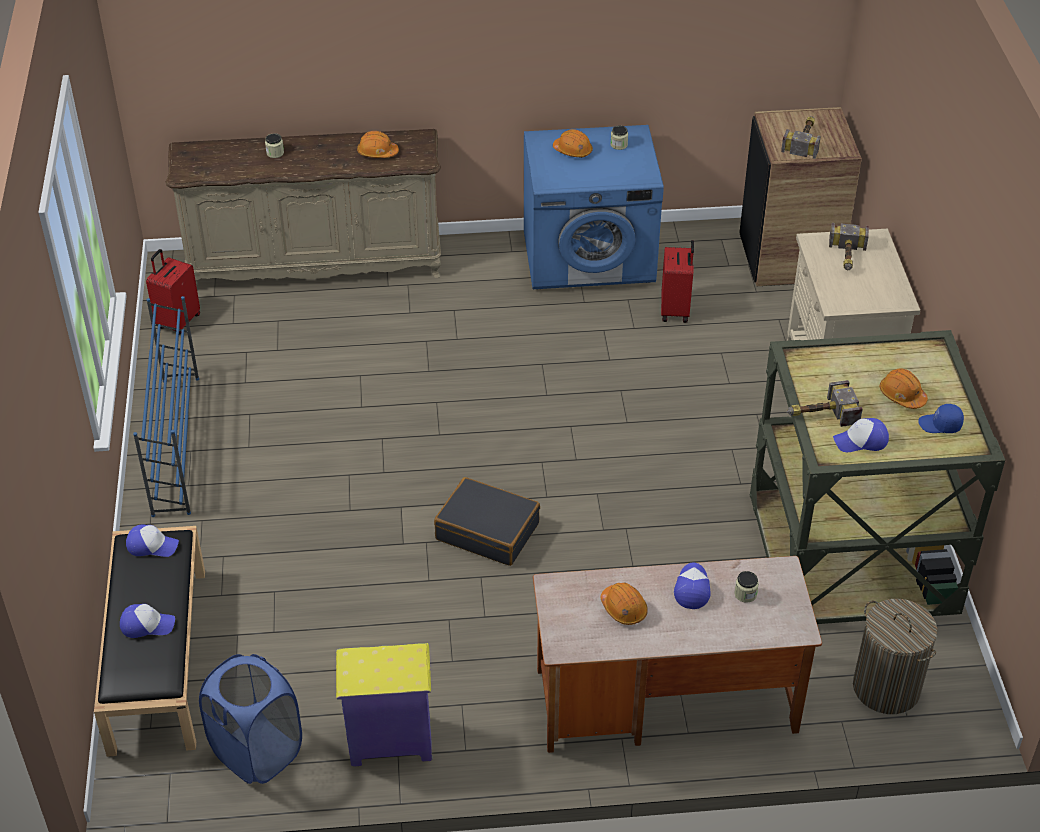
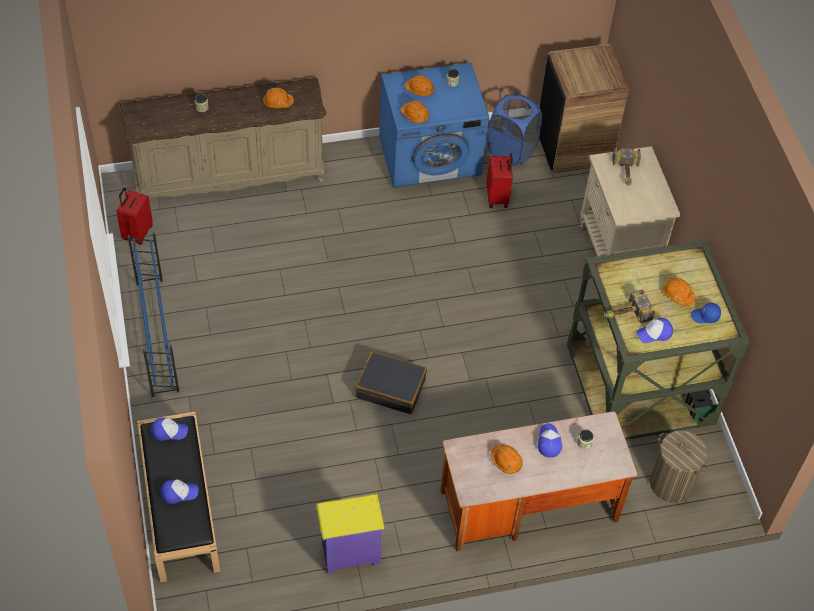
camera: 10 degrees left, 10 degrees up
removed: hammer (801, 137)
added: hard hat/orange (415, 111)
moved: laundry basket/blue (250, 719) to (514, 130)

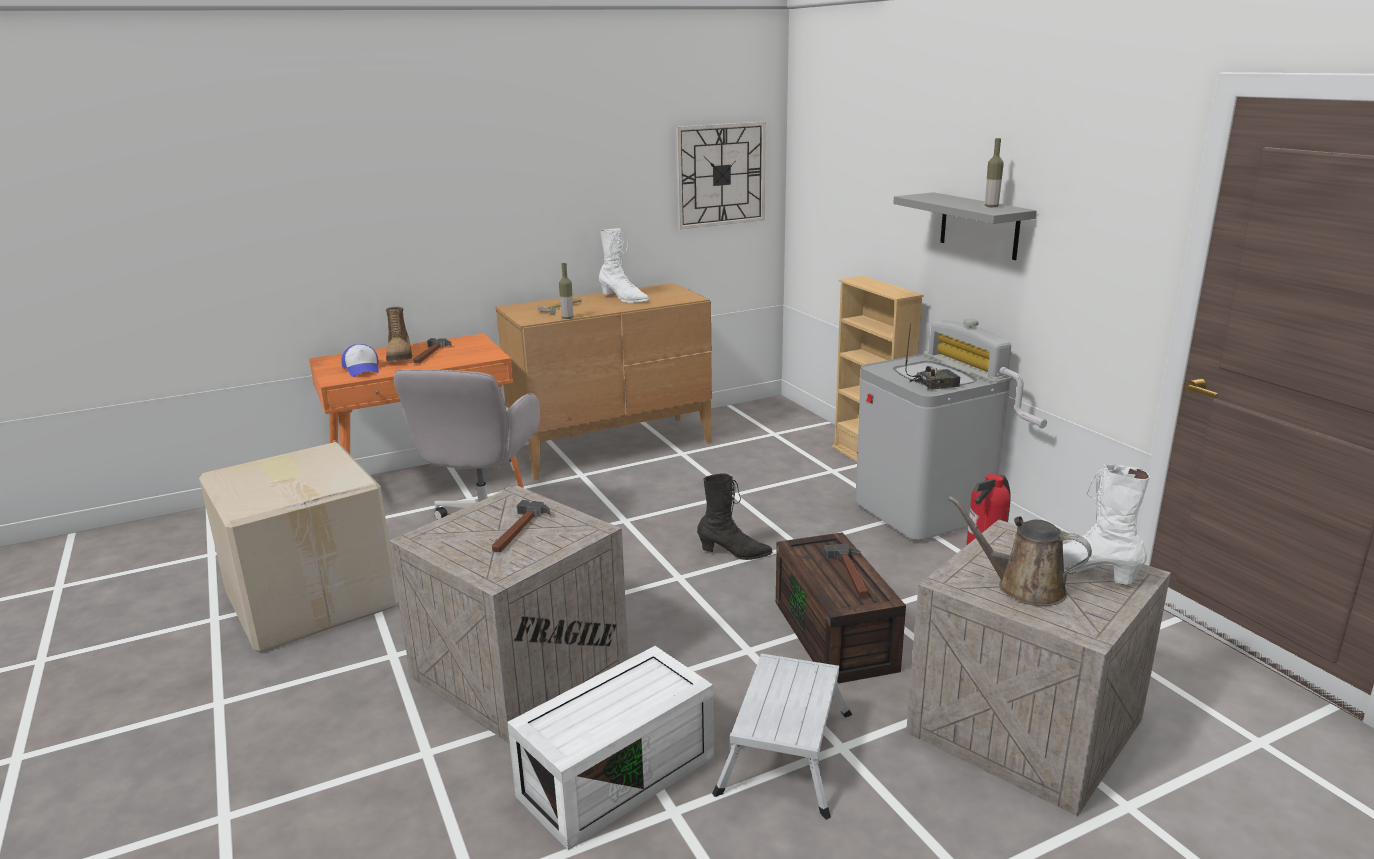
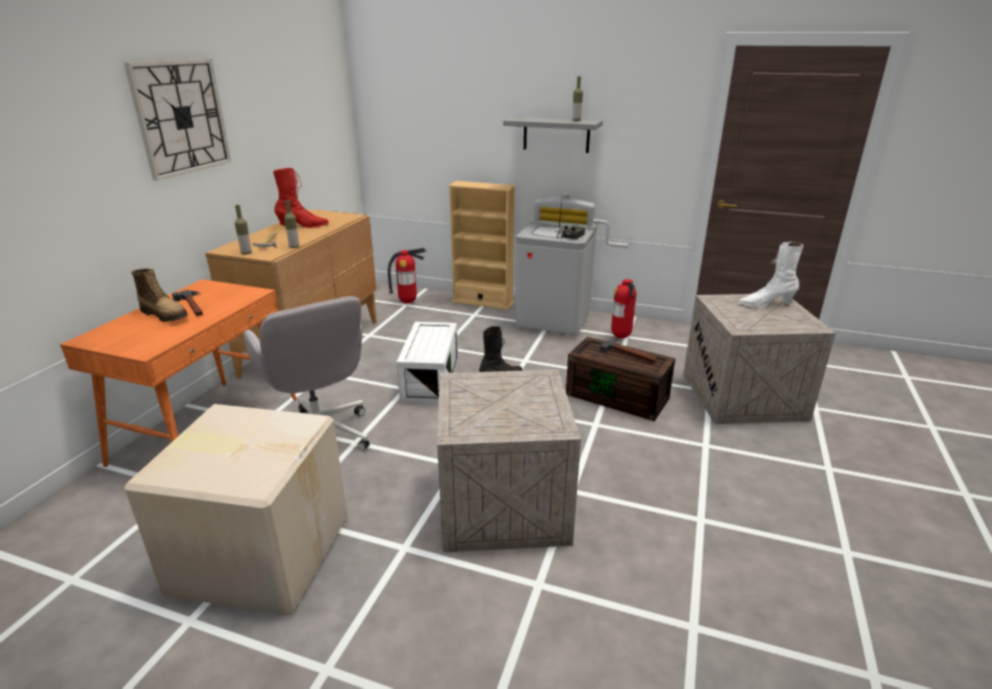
camera: 45 degrees left, 5 degrees up
removed: cap (360, 360); hammer (521, 526); step ladder/white (782, 736); watering can/brown (1020, 551)
added: bottle (243, 229); fire extinguisher (407, 276)
moved: storage box/white (610, 748) to (427, 363); wall clock (721, 175) to (177, 120)
recoloured: boot/white (624, 266) to boot/red (301, 198)

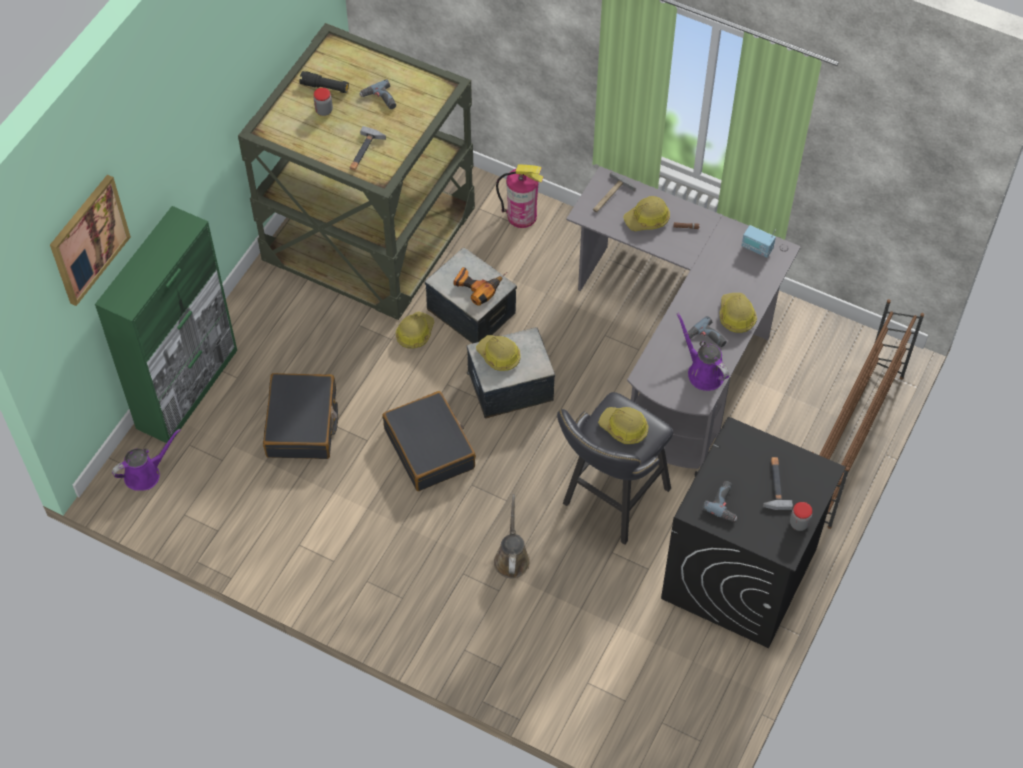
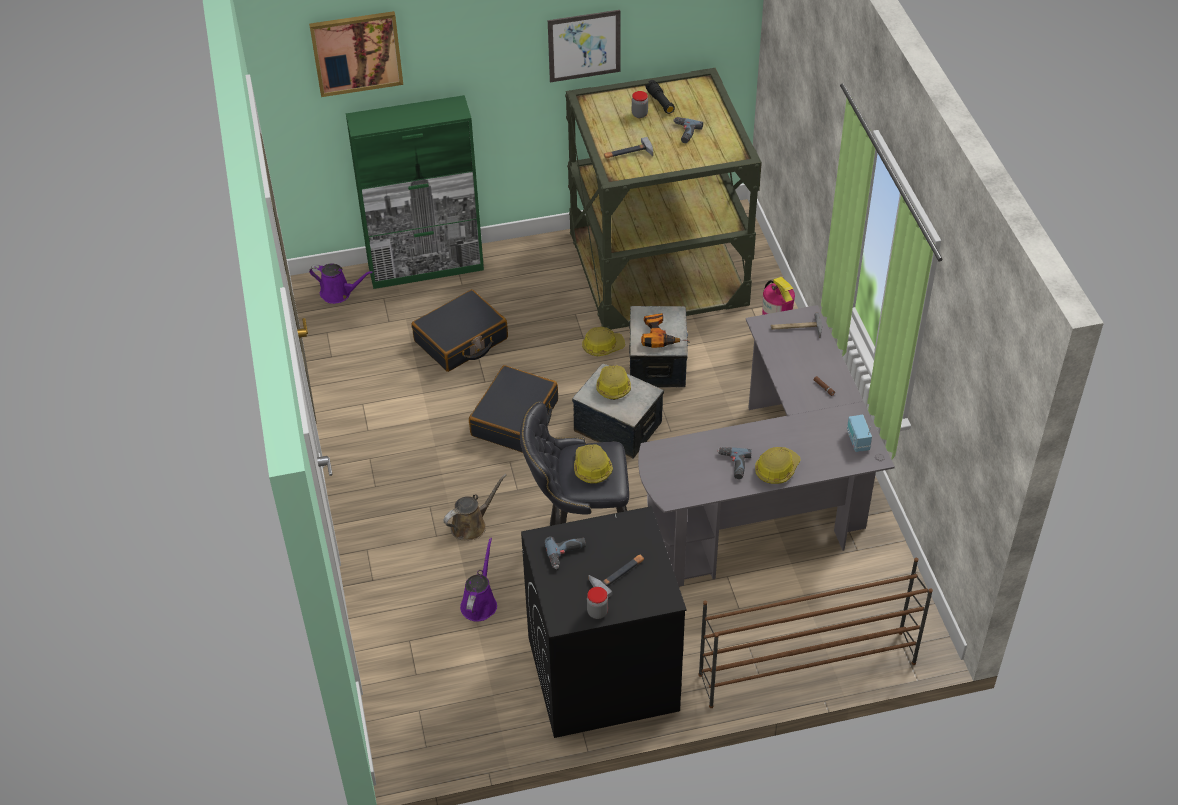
camera: 50 degrees right, 10 degrees down
removed: hard hat (646, 213)
added: picture (584, 46)
moved: watering can/purple (703, 351) to (478, 579)

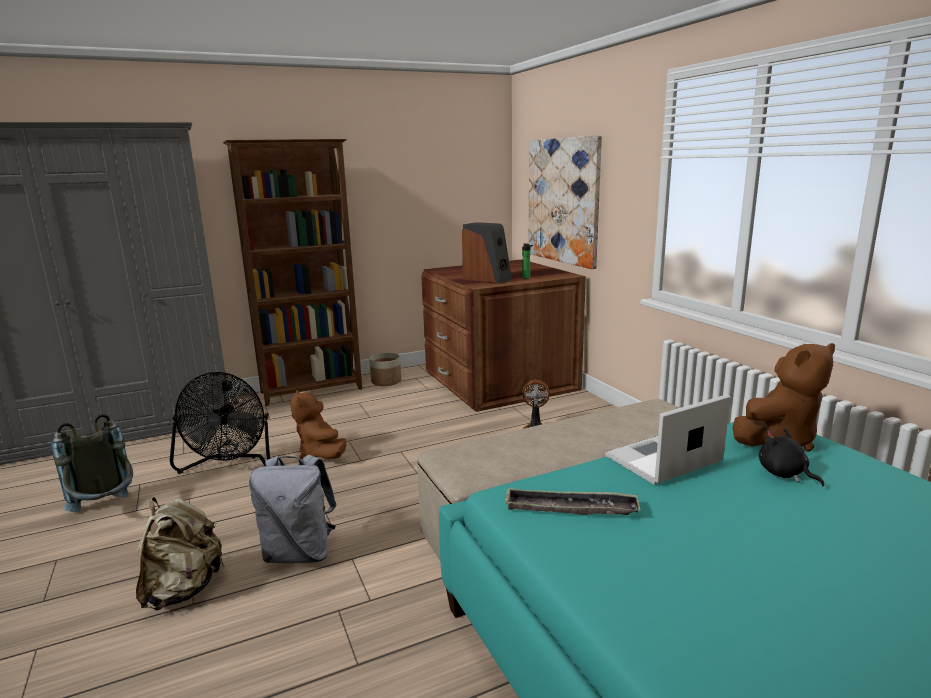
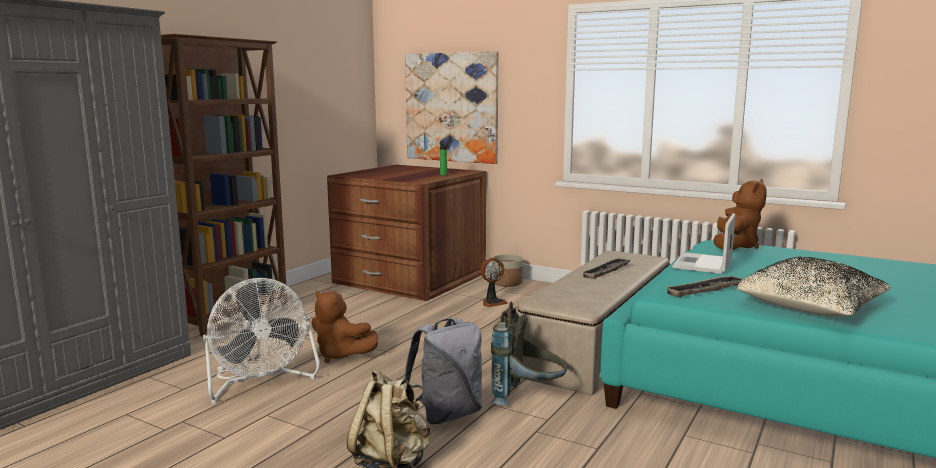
camera: 35 degrees left, 5 degrees down
removed: speaker (487, 253); plush toy/black (791, 457)
added: tray (606, 268); pillow/beige (814, 287)
moved: backpack/grey (92, 463) to (529, 354); planter (385, 369) to (508, 270)
recoloured: fan/black (220, 423) to fan/white (261, 341)

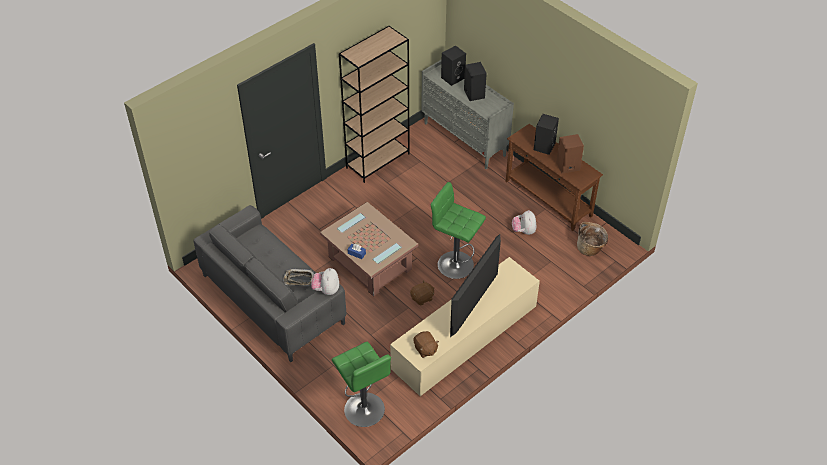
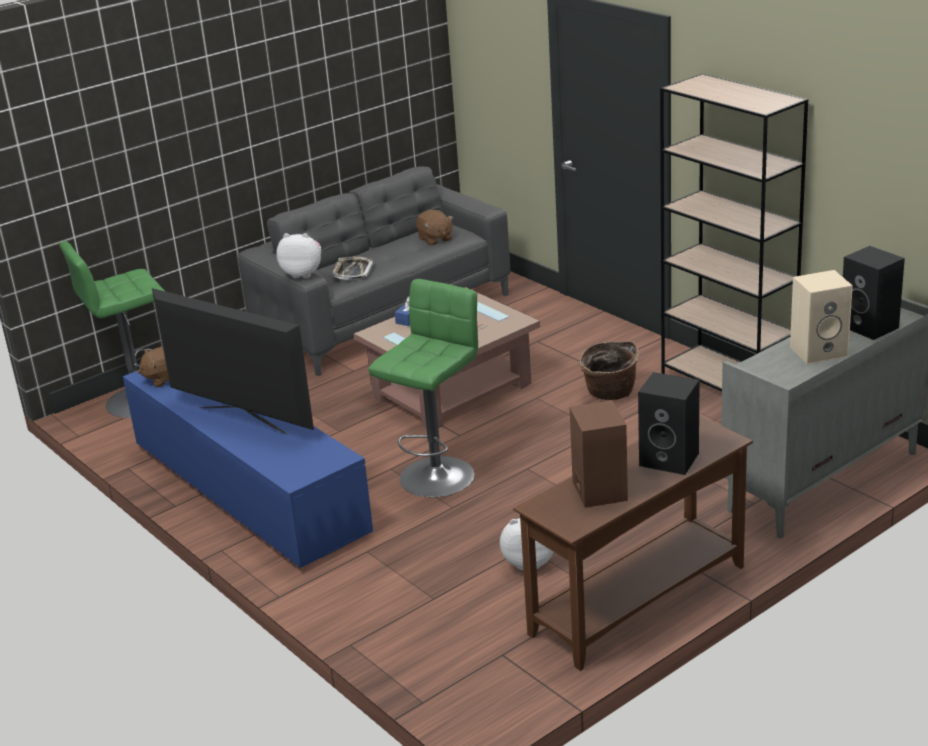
camera: 95 degrees right, 20 degrees down
moved: plush toy/brown (422, 293) to (434, 228); basket (592, 239) to (609, 370)
recoloured: tv stand/beige (465, 326) to tv stand/blue (248, 469); speaker/black (475, 81) to speaker/beige (821, 317)

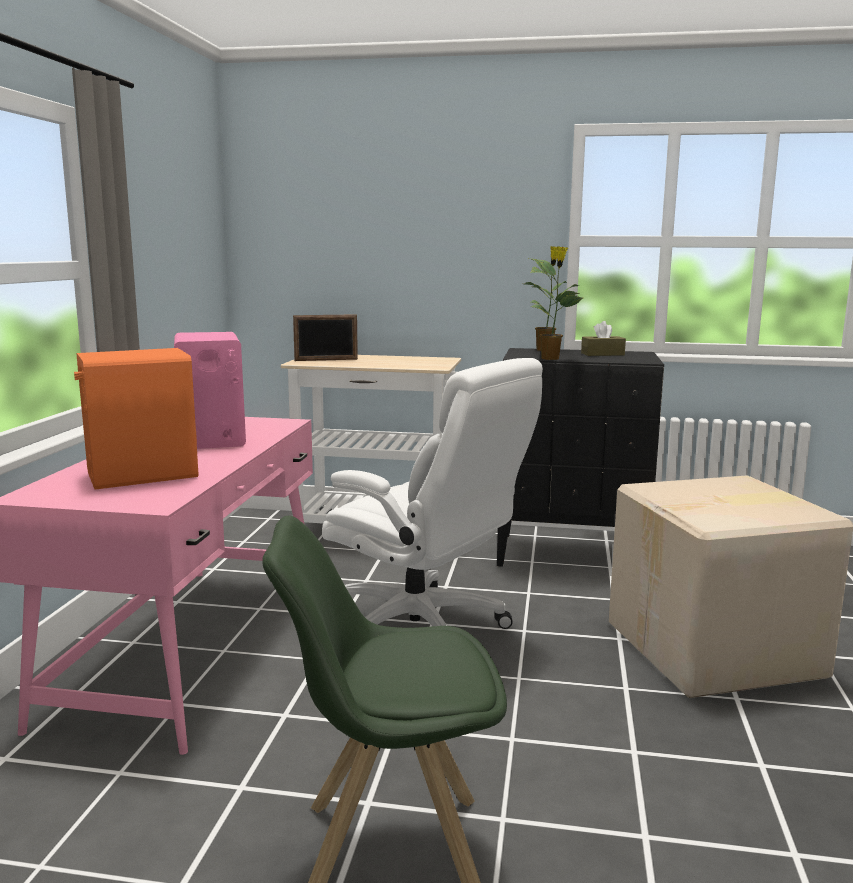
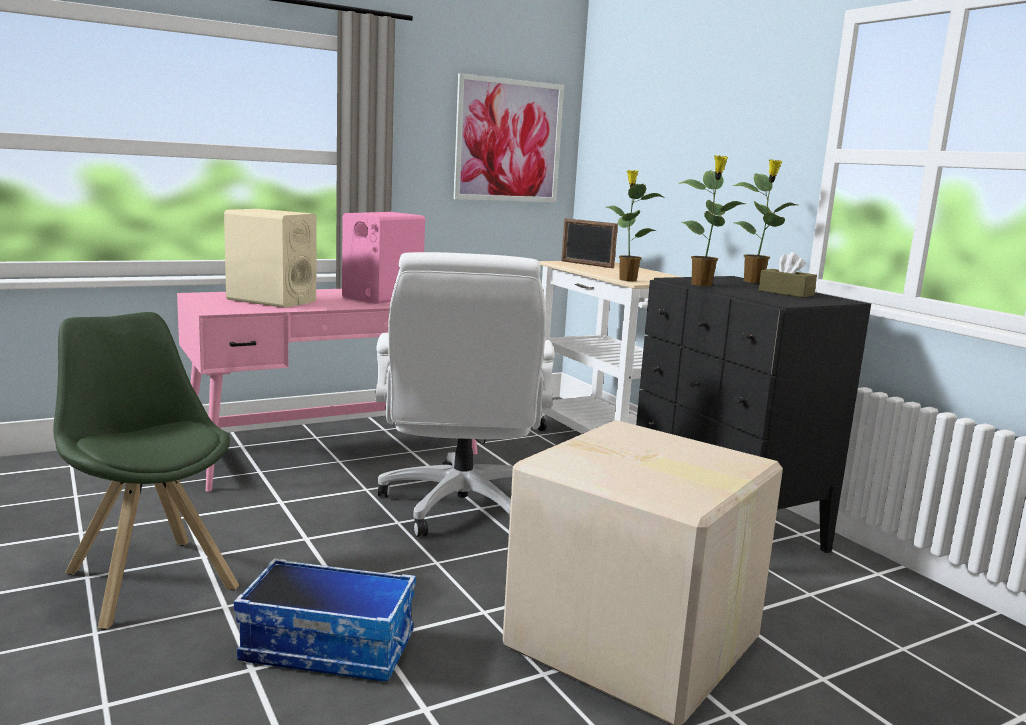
camera: 50 degrees right, 0 degrees up
added: storage box (325, 619); picture (508, 137); potted plant (636, 225)
recoloured: speaker/orange (136, 419) to speaker/beige (270, 258)

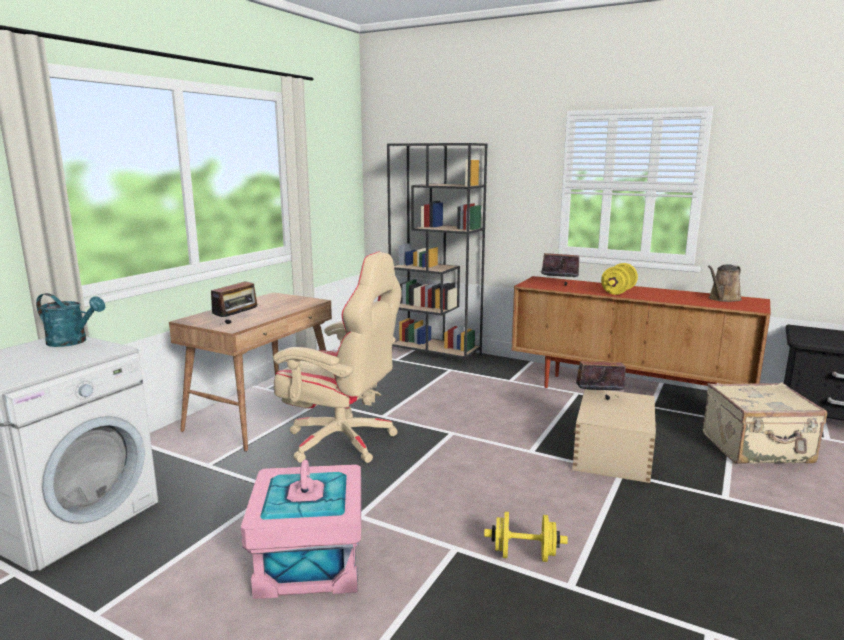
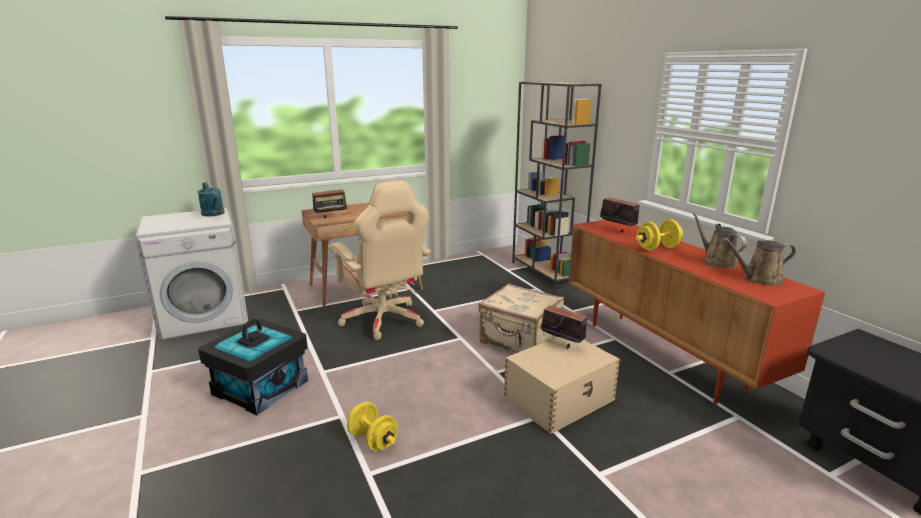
camera: 35 degrees right, 5 degrees up
added: watering can/brown (719, 240)
moved: suitcase/beige (765, 423) to (521, 318)
recoloured: storage box/pink (301, 529) to storage box/black (253, 367)

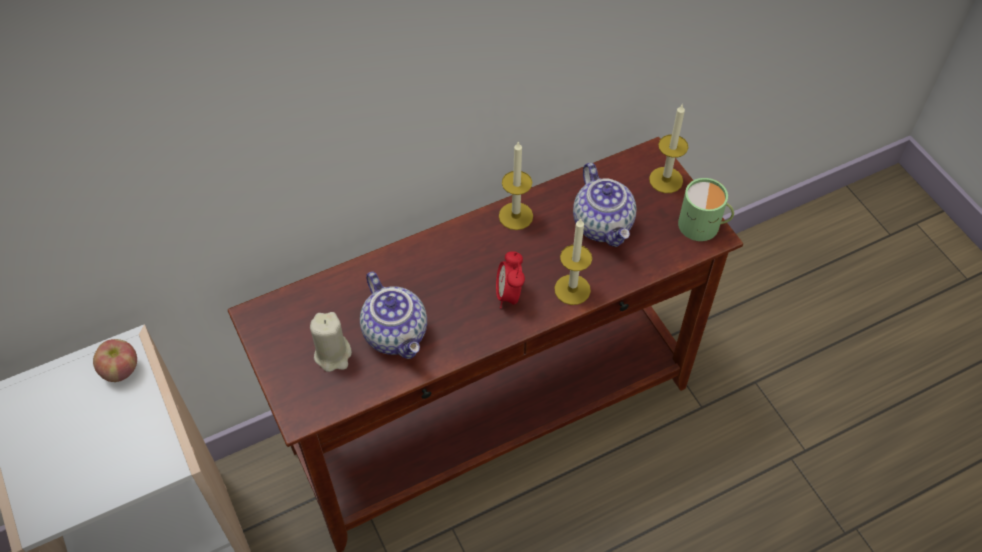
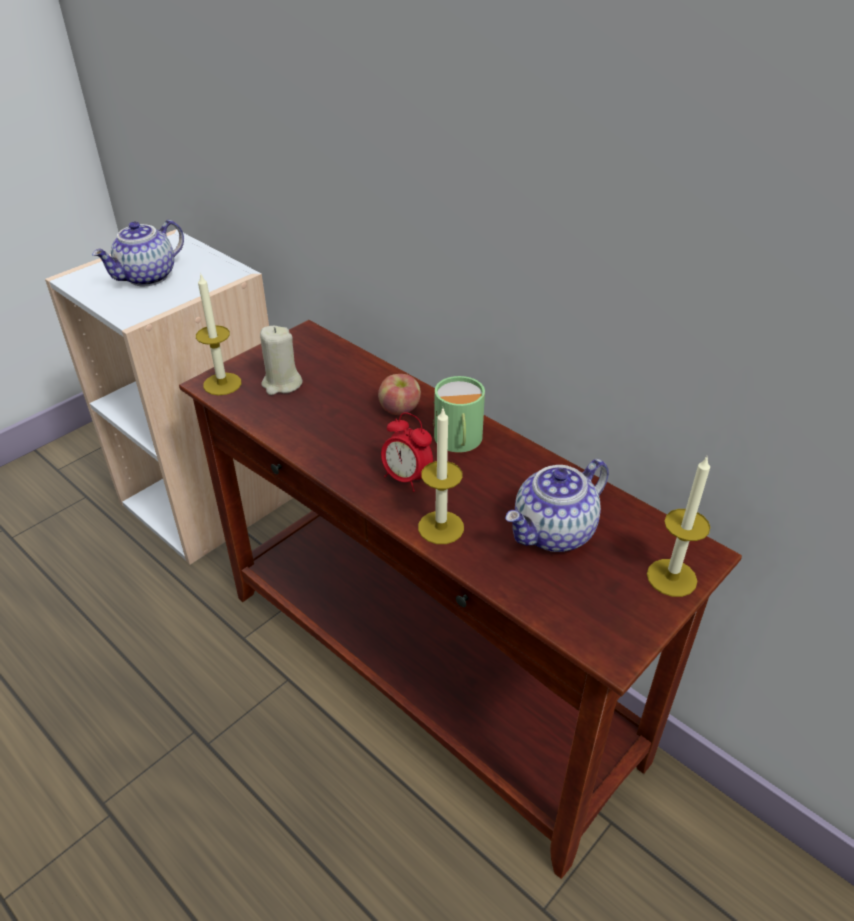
camera: 70 degrees right, 15 degrees down
moved: apple (115, 360) to (399, 394); teapot (393, 315) to (138, 253); candle (516, 185) to (218, 334); mug/green (706, 209) to (459, 414)
turned: alarm clock (510, 279) = (407, 452) 120 degrees counterclockwise

